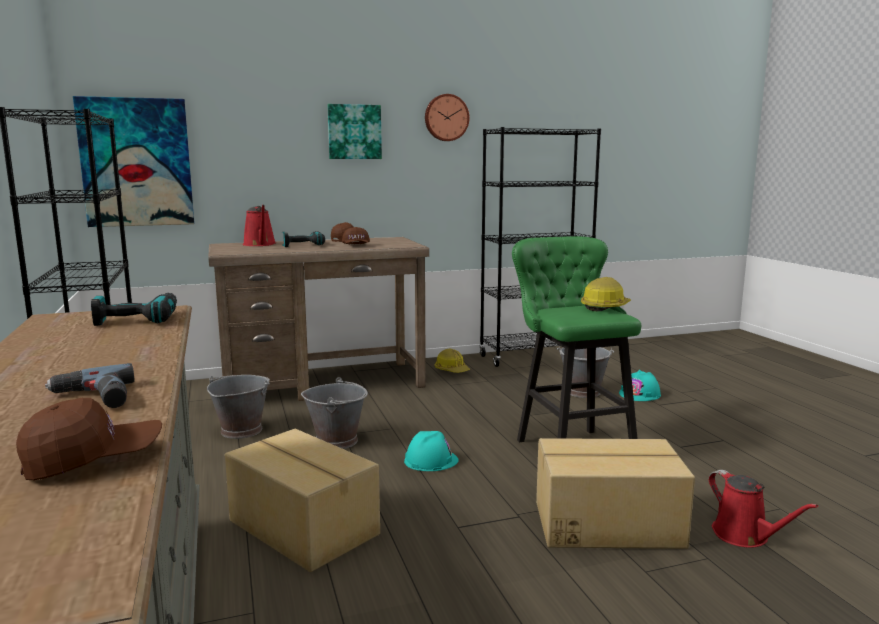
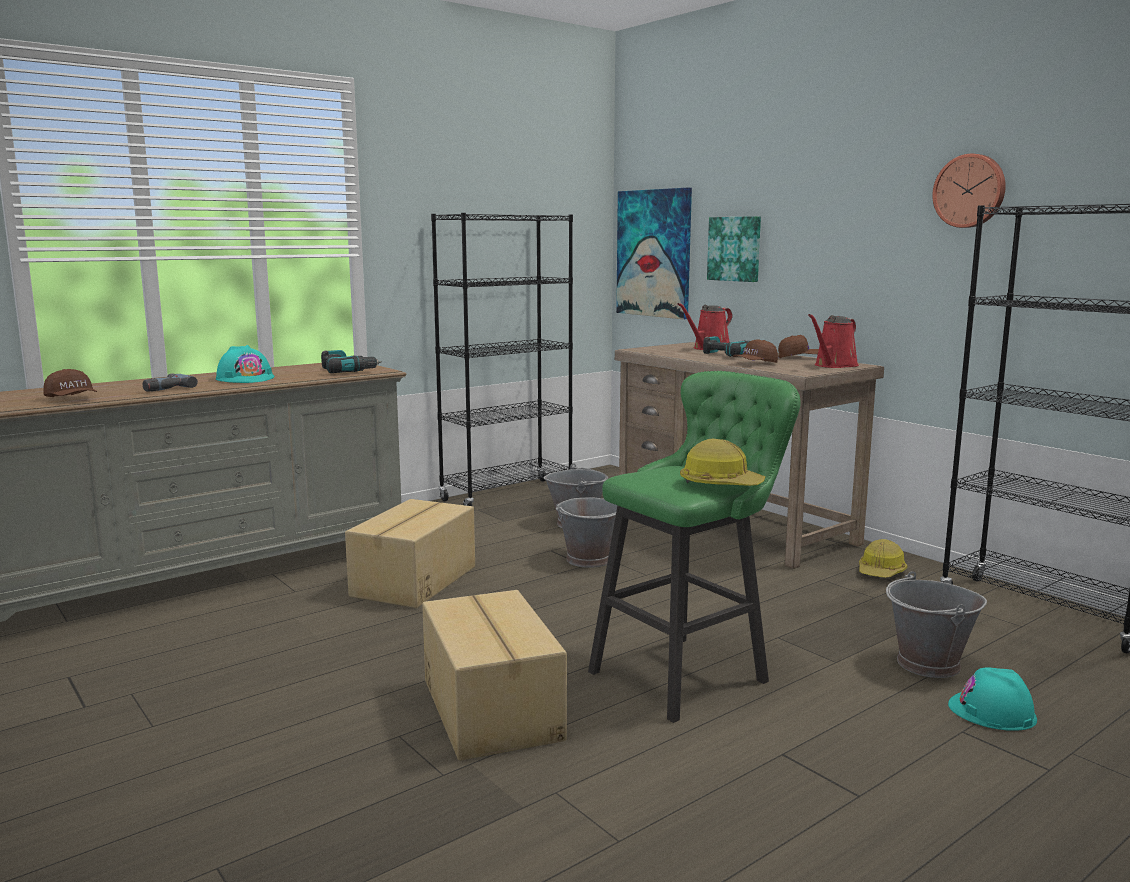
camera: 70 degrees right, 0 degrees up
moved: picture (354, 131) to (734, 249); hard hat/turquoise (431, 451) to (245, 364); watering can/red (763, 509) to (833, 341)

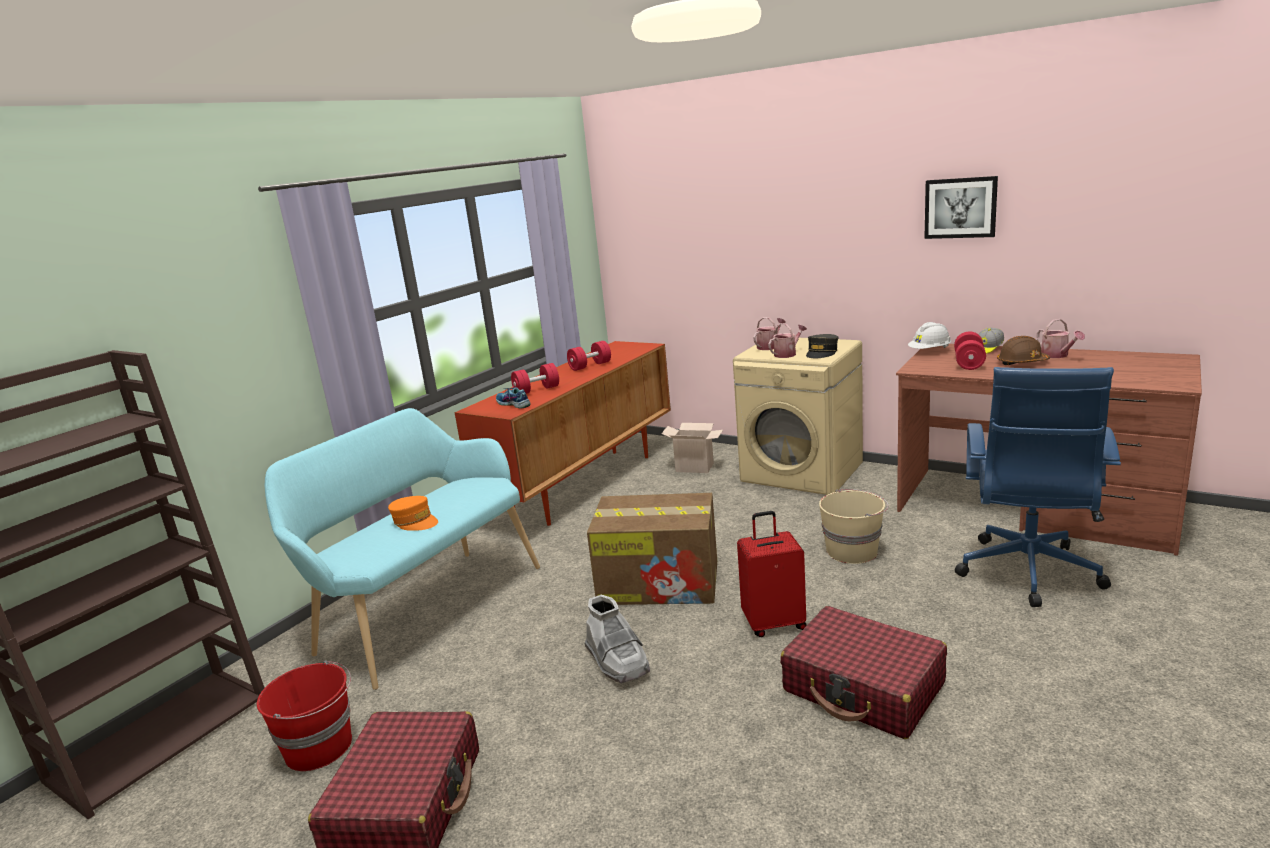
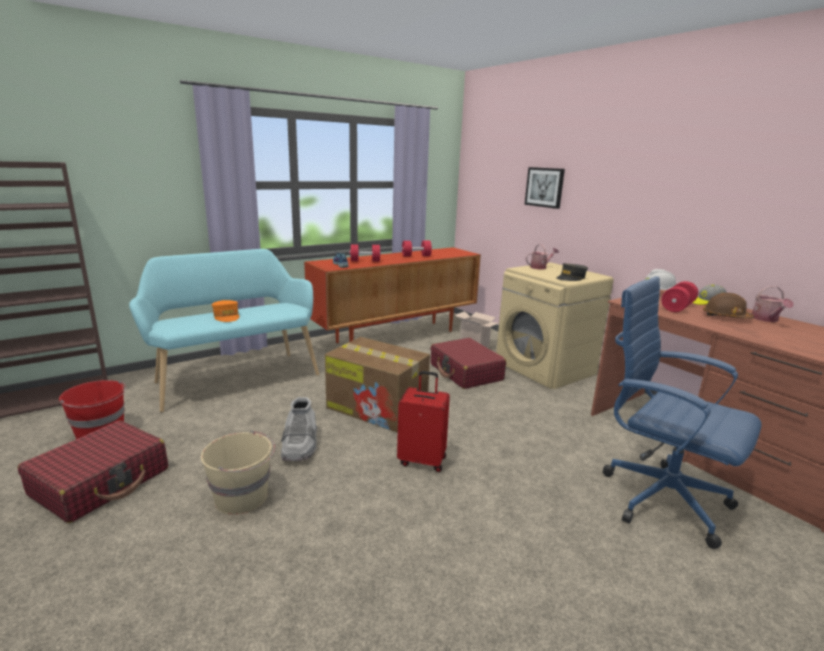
camera: 20 degrees right, 0 degrees up
removed: watering can (787, 340)
moved: suitcase/red (863, 672) to (468, 363); bucket/beige (853, 526) to (238, 473); picture (961, 207) to (544, 188)
turned: office chair/blue (1038, 487) = (682, 412) 90 degrees clockwise

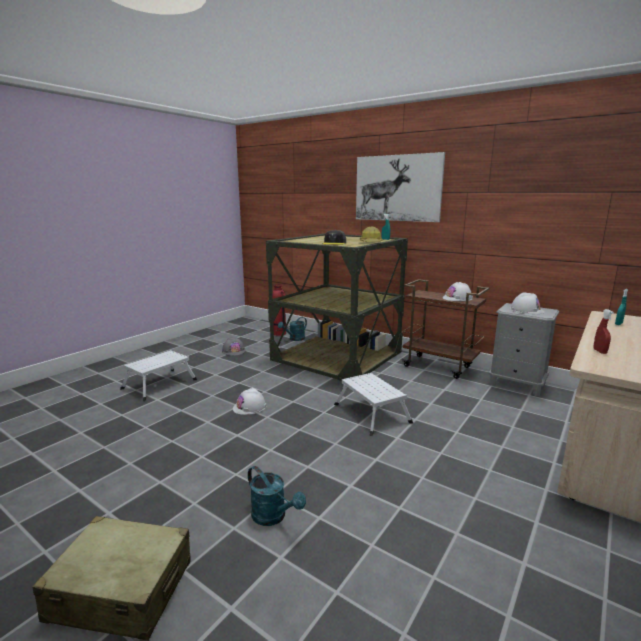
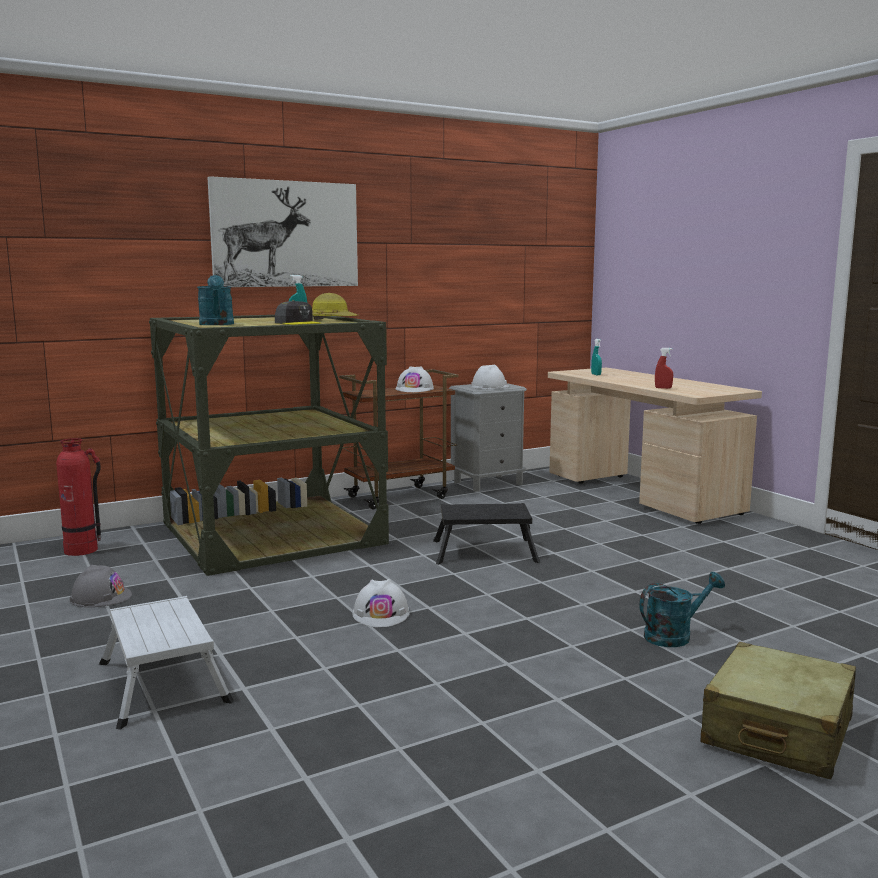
camera: 65 degrees left, 5 degrees down
moved: watering can/turquoise (292, 329) to (215, 300)
recoloured: step ladder/white (373, 404) to step ladder/black (486, 534)

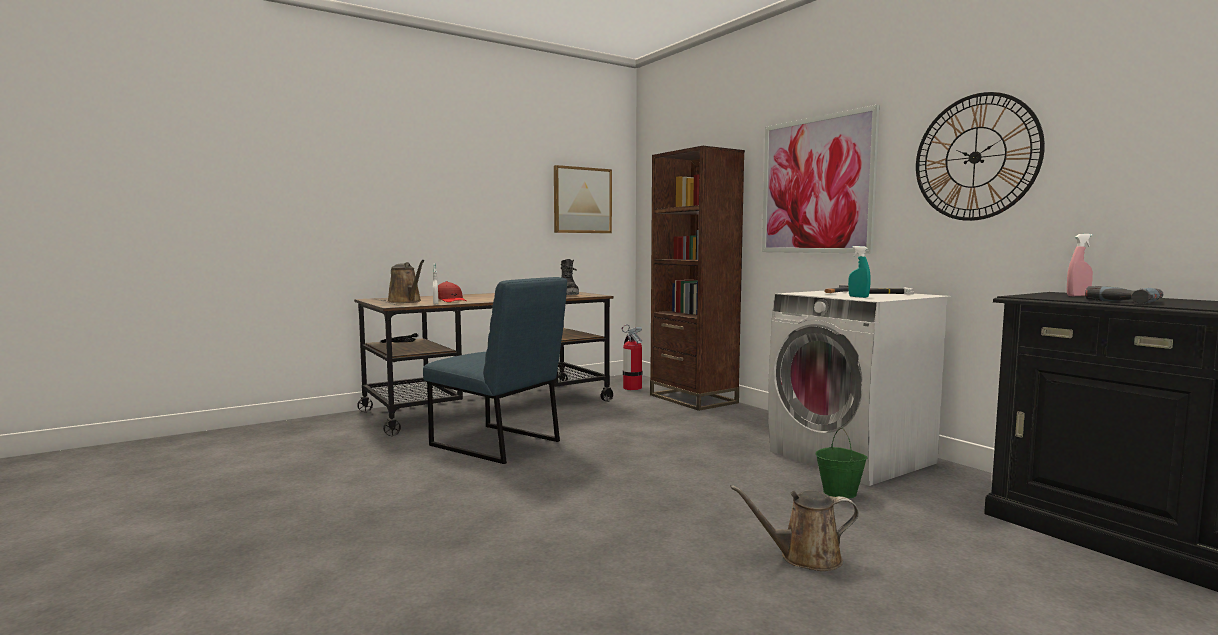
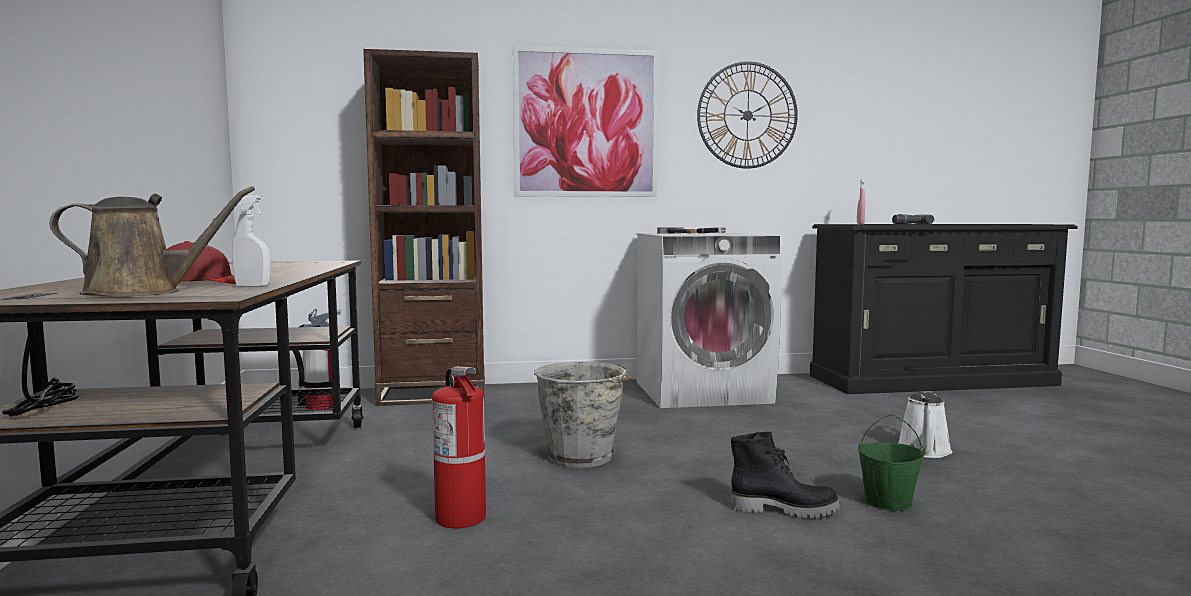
camera: 65 degrees left, 0 degrees up
removed: picture (583, 199); spray bottle/turquoise (859, 272)
added: bucket/grey (583, 415)
moved: boot/black (569, 277) to (785, 474); bucket/green (842, 463) to (891, 462)
replaced: chair/blue (495, 370) to fire extinguisher (459, 447)
recoloured: watering can/brown (794, 528) to watering can/white (926, 424)

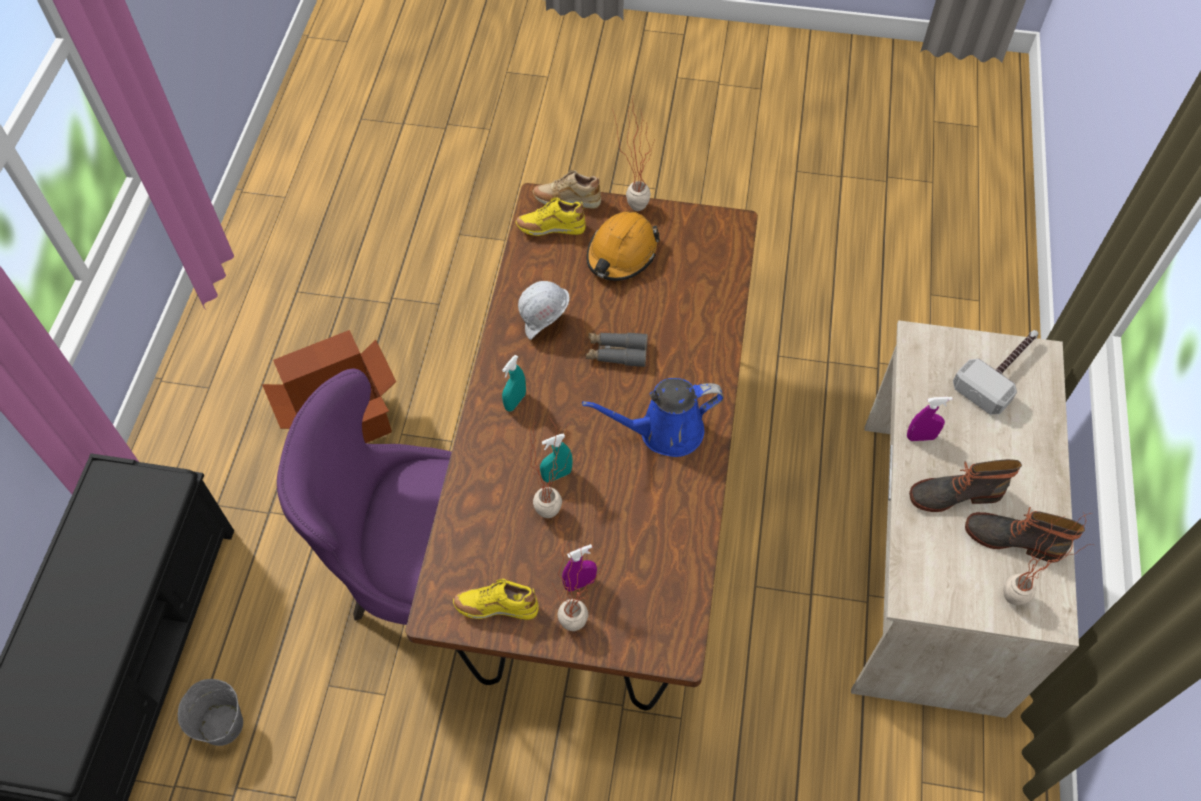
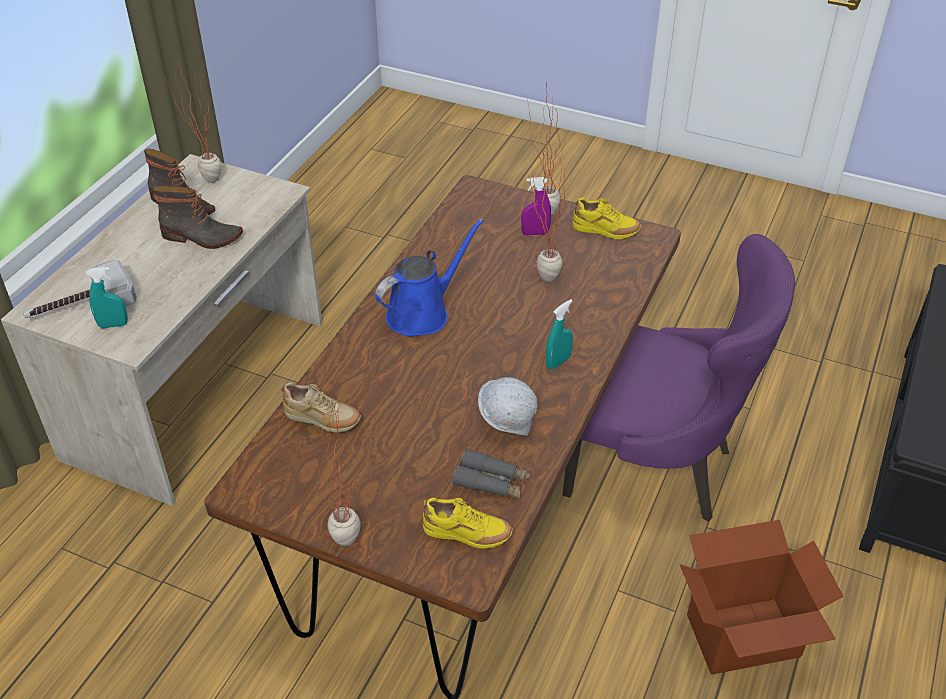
camera: 165 degrees left, 15 degrees down
removed: bucket/grey (210, 712); hard hat/orange (623, 246); spray bottle/purple (930, 419)
moved: shoe/beige (567, 189) to (321, 407); spray bottle/turquoise (556, 457) to (107, 297); binoculars/grey (617, 349) to (491, 474)
turned: watering can/blue (653, 417) = (429, 277) 45 degrees counterclockwise

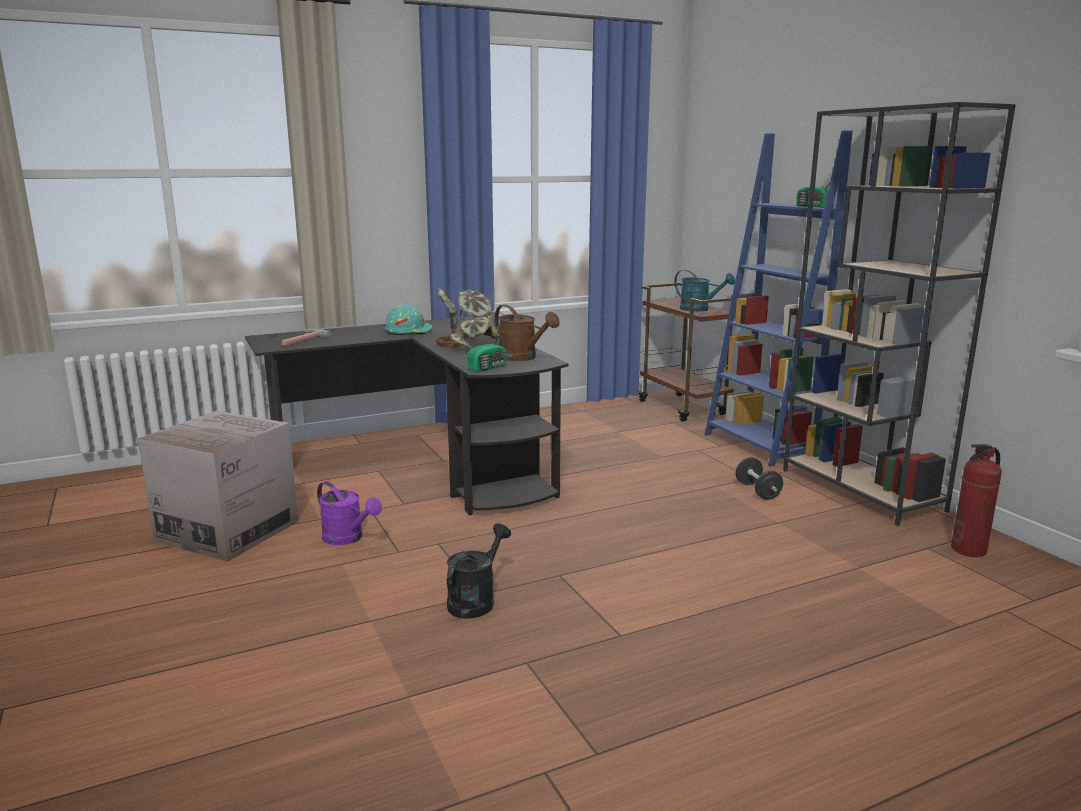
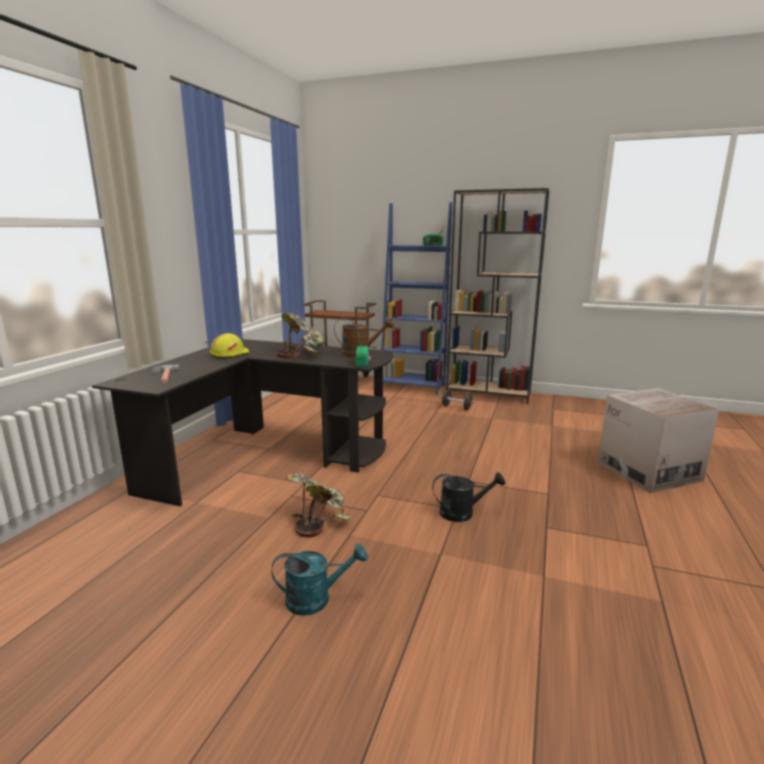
camera: 45 degrees left, 0 degrees up
removed: fire extinguisher (976, 500)
moved: cardboard box (218, 486) to (658, 440); watering can/turquoise (704, 291) to (319, 580)
replaced: watering can/purple (349, 513) to potted plant (319, 505)
recoloured: hard hat/turquoise (409, 320) to hard hat/yellow (230, 346)
turned: watering can/black (479, 571) = (468, 497) 105 degrees clockwise

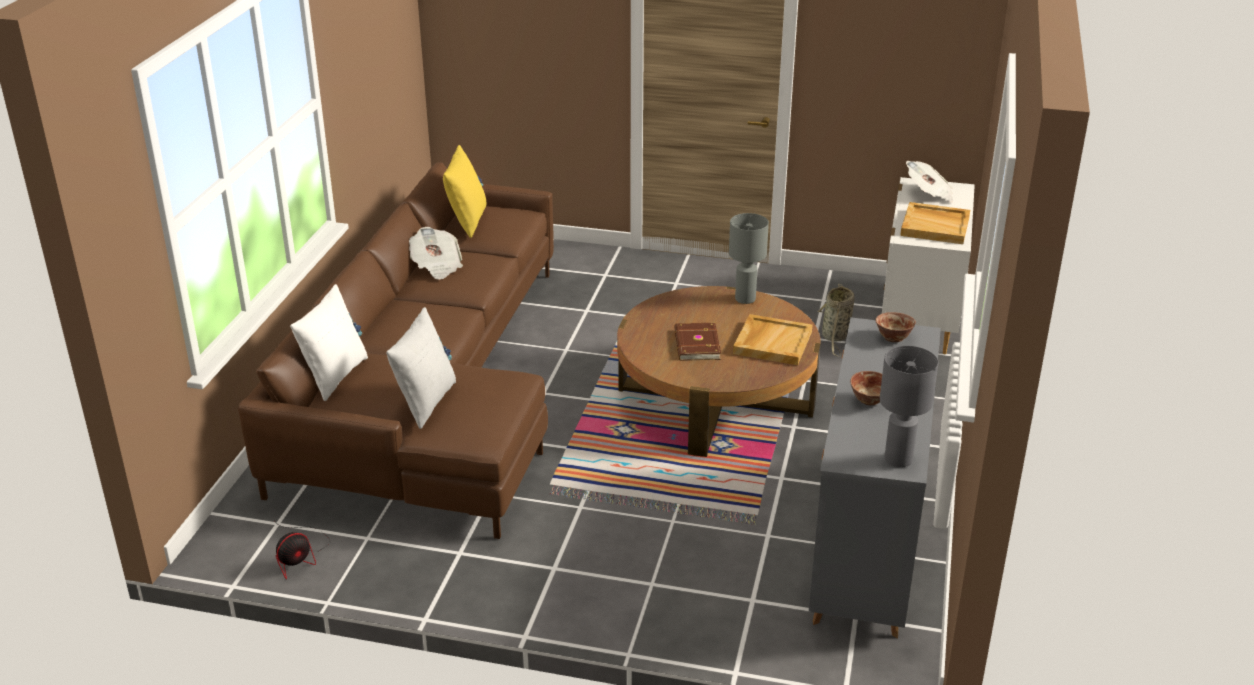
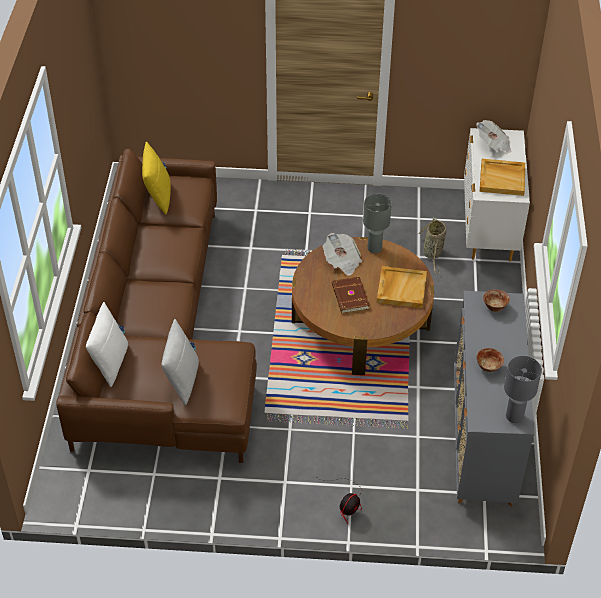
camera: 10 degrees left, 15 degrees up
moved: fan (303, 552) to (338, 499); newspaper (436, 253) to (342, 254)

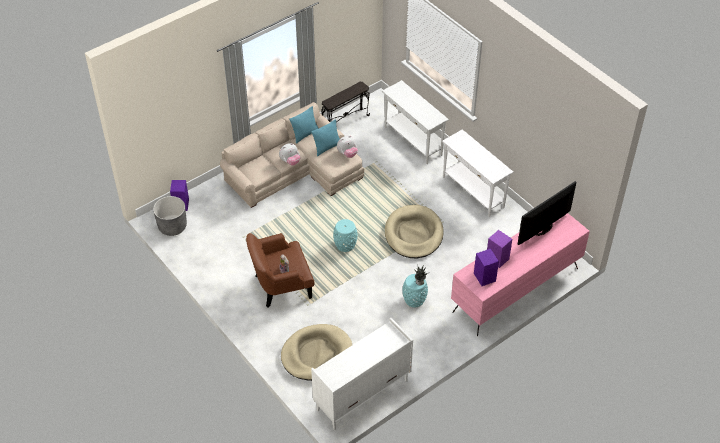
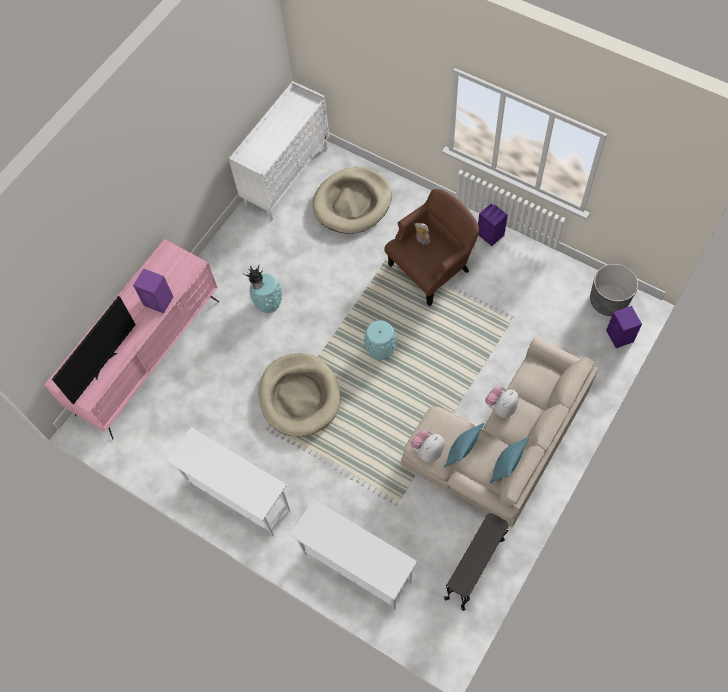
camera: 165 degrees right, 15 degrees up
moved: speaker/purple (486, 267) to (493, 225)

